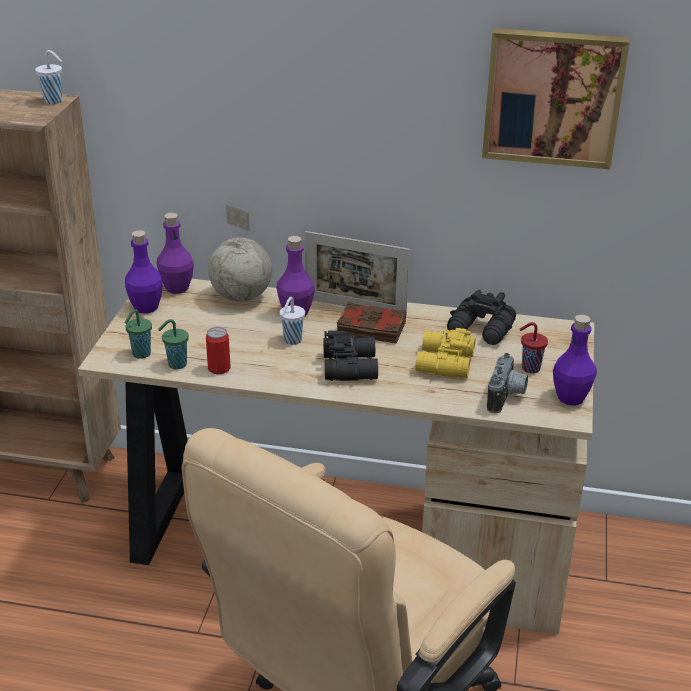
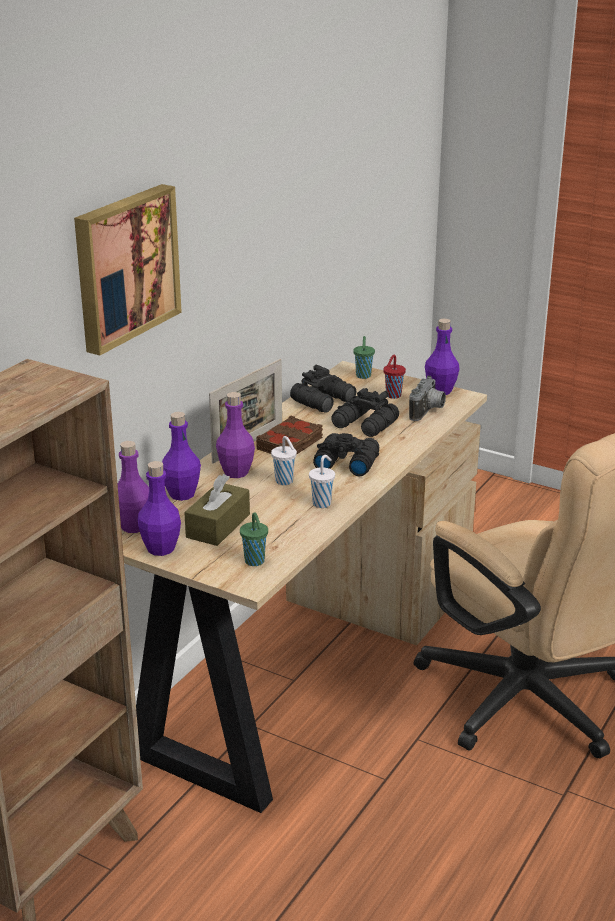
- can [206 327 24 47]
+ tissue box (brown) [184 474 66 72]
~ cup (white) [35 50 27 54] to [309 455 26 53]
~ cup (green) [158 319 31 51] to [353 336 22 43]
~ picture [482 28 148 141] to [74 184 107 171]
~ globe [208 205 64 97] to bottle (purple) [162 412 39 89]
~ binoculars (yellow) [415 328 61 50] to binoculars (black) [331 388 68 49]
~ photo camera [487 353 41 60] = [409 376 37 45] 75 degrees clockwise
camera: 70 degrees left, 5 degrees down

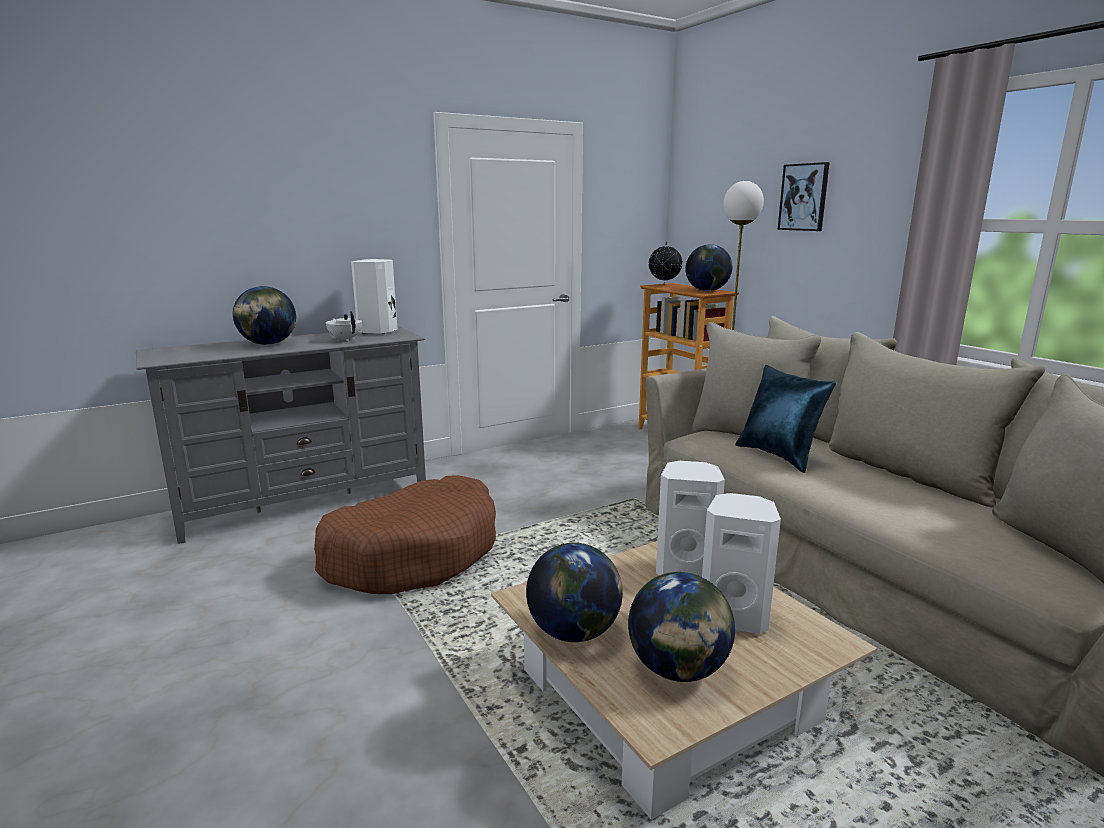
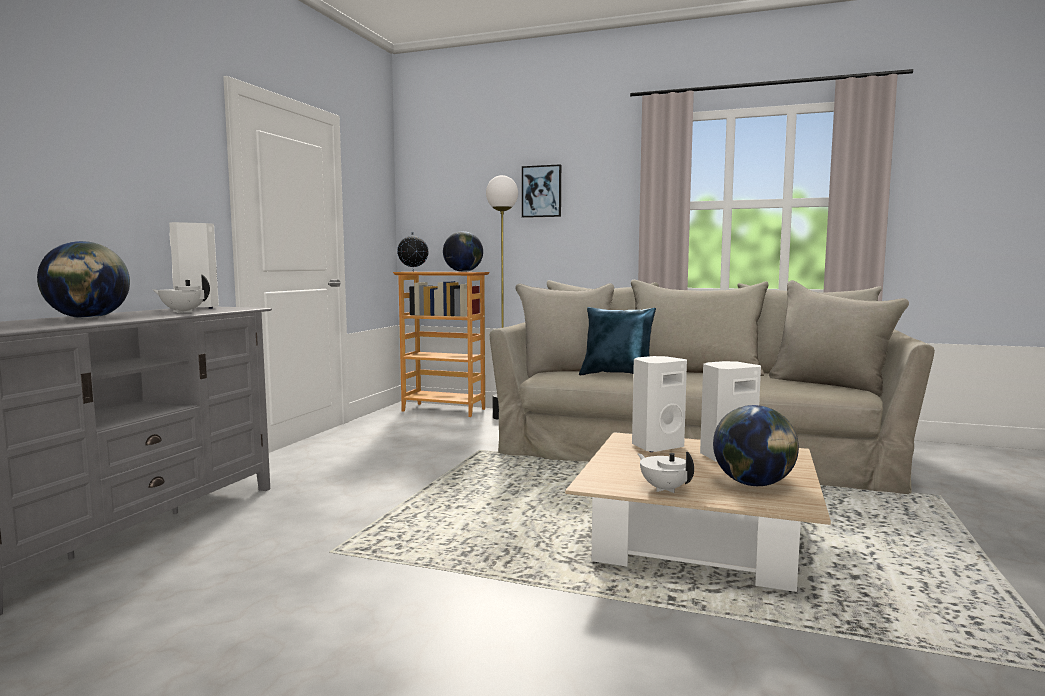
- dog bed (brown) [314 475 182 119]
~ globe [526 543 97 99] to teapot (white) [638 452 56 41]
camera: 40 degrees left, 10 degrees down

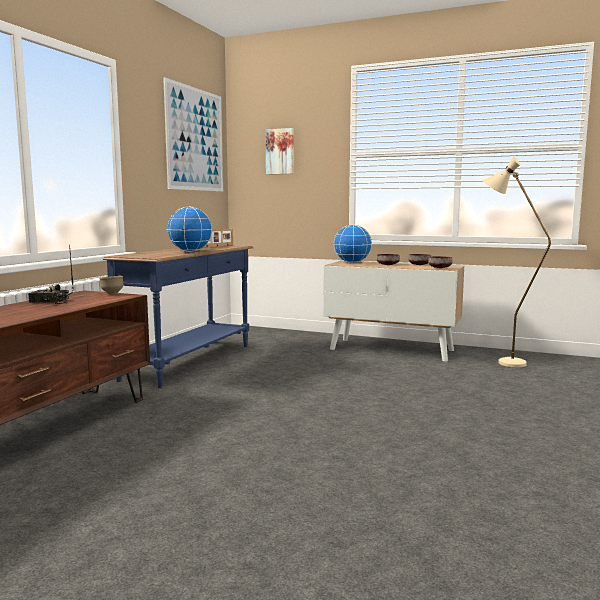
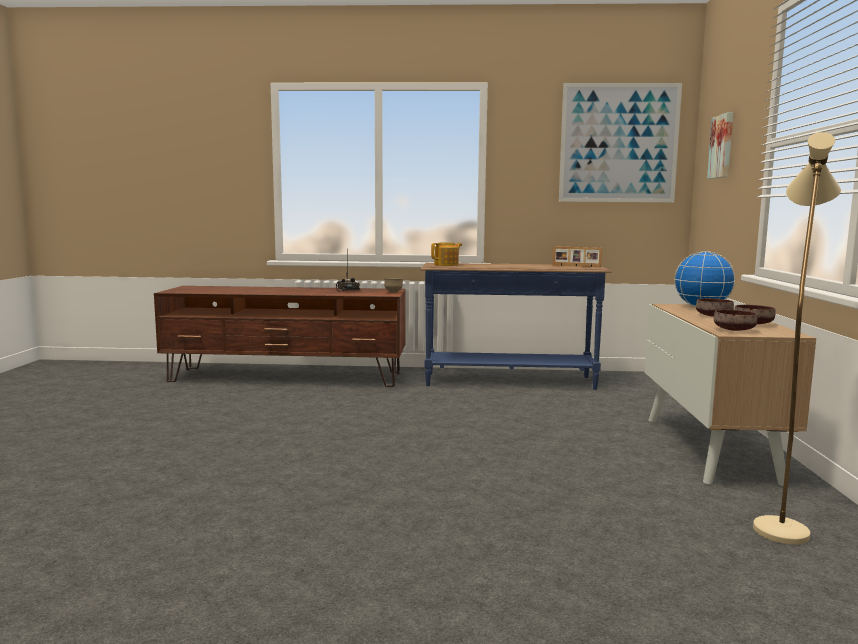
- globe [167 207 45 45]
+ teapot [431 242 31 24]
camera: 70 degrees right, 0 degrees up

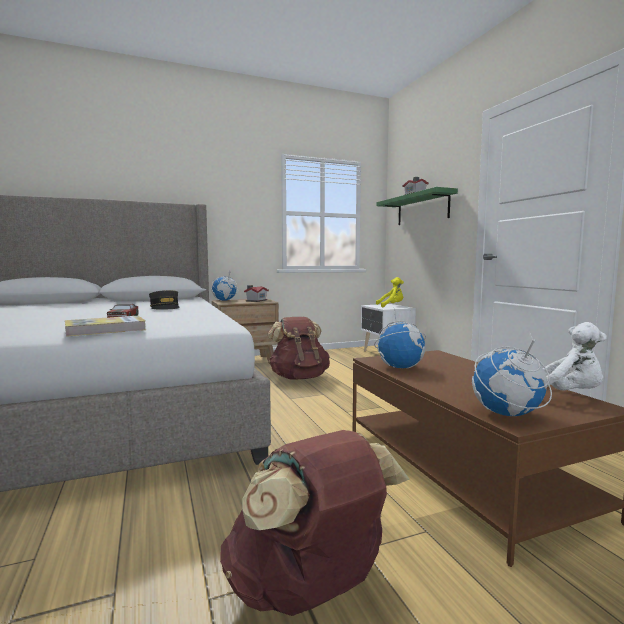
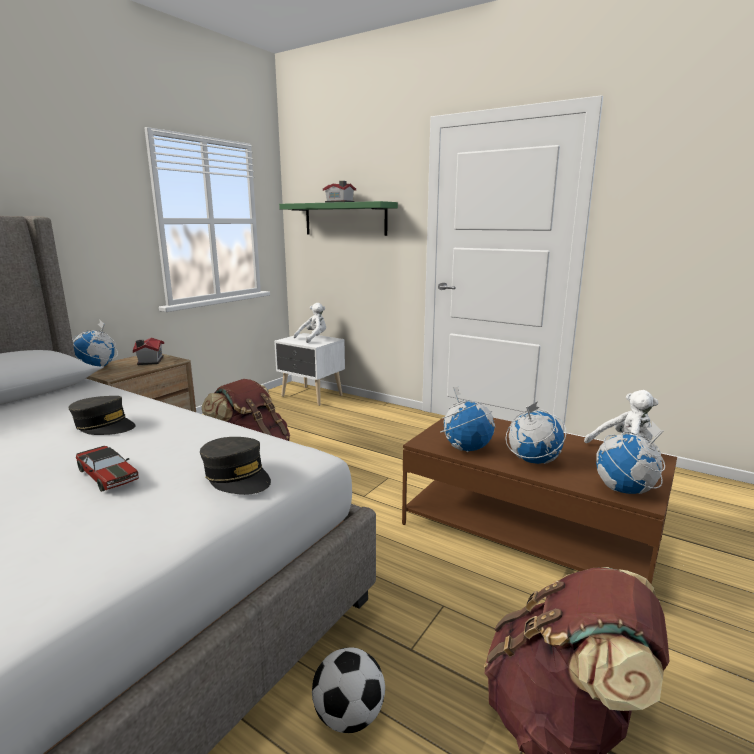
- book [65 316 81 21]
+ cap (grey) [200 437 71 58]
+ football [312 647 73 86]
+ globe [505 401 61 63]
~ plush toy (yellow) [376 277 28 31] to plush toy (white) [293 303 33 40]
camera: 35 degrees left, 10 degrees up

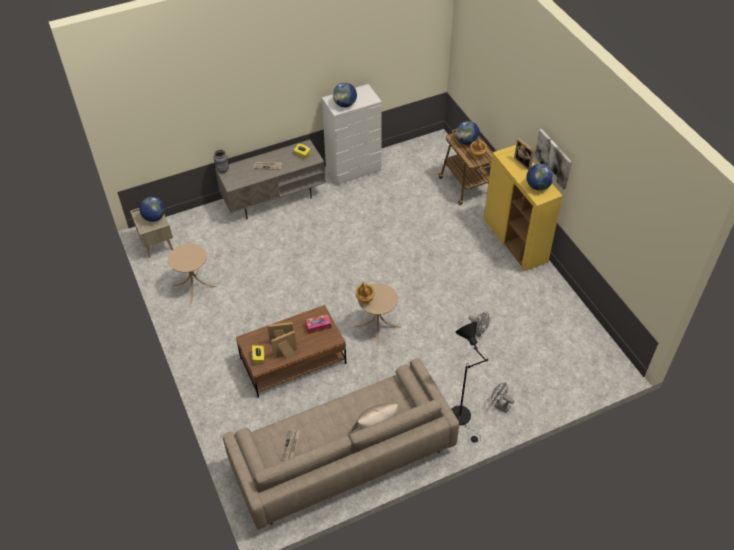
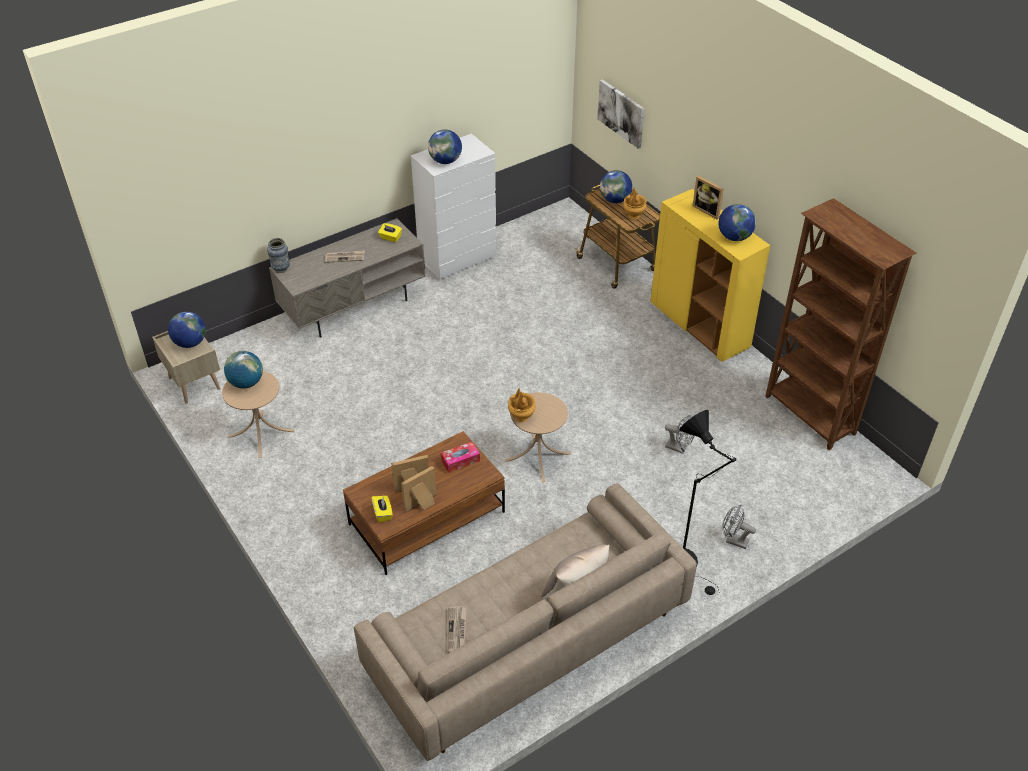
+ globe [224 351 39 38]
+ bookcase (brown) [765 198 151 252]
~ picture [534 129 38 61] to [597 79 48 70]
camera: 10 degrees left, 5 degrees down

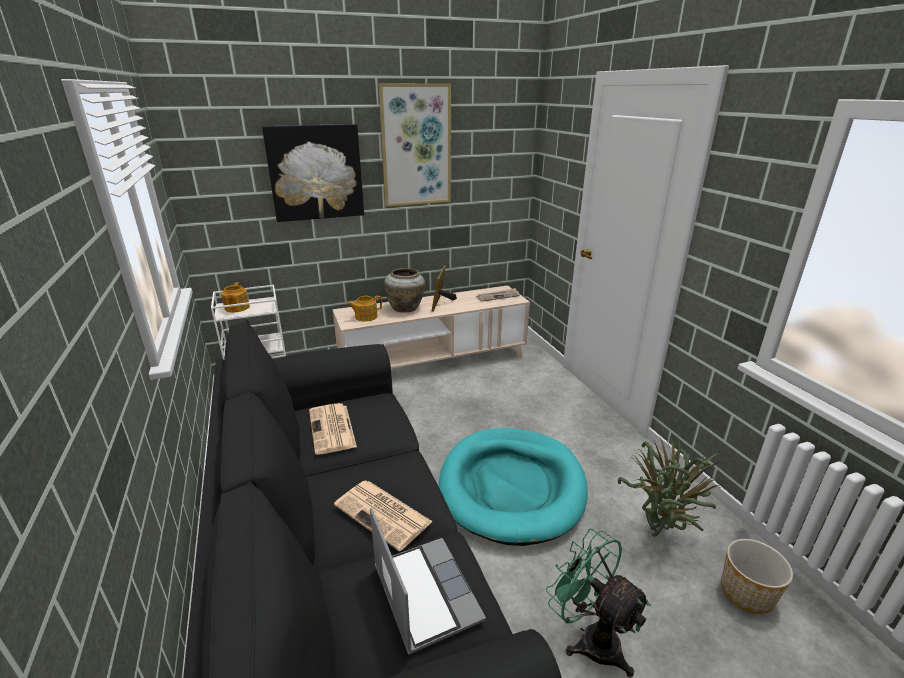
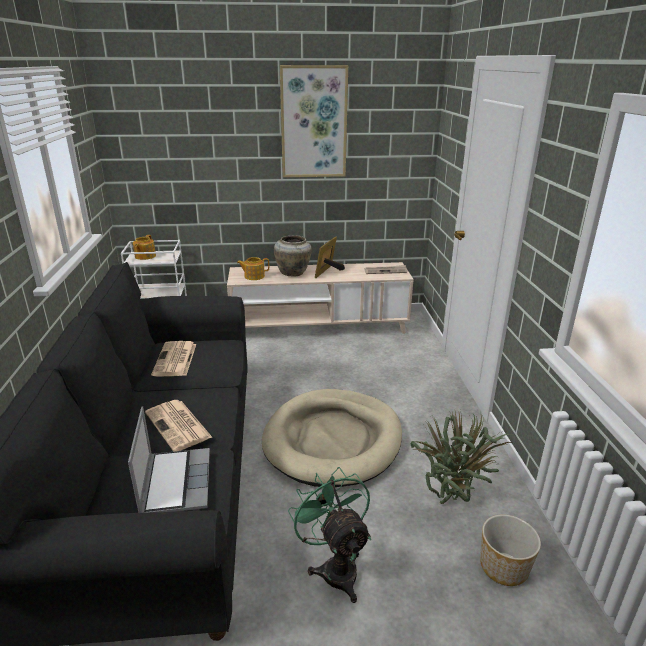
- picture [262 124 102 98]
~ dog bed (turquoise) [439 428 149 118] to dog bed (beige) [262 389 140 98]
camera: 15 degrees right, 0 degrees up

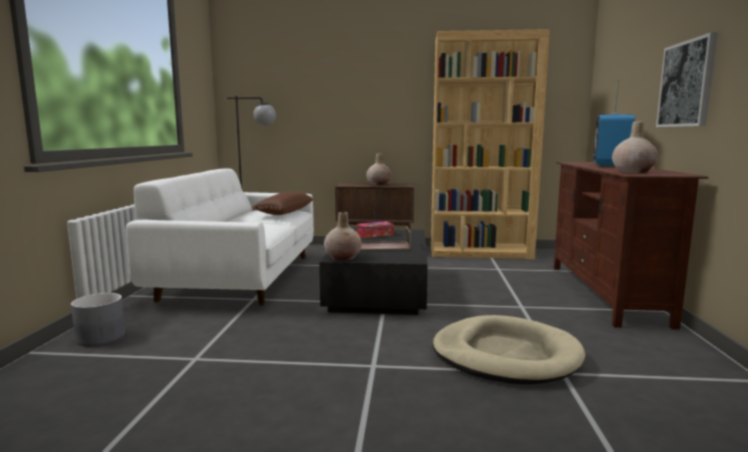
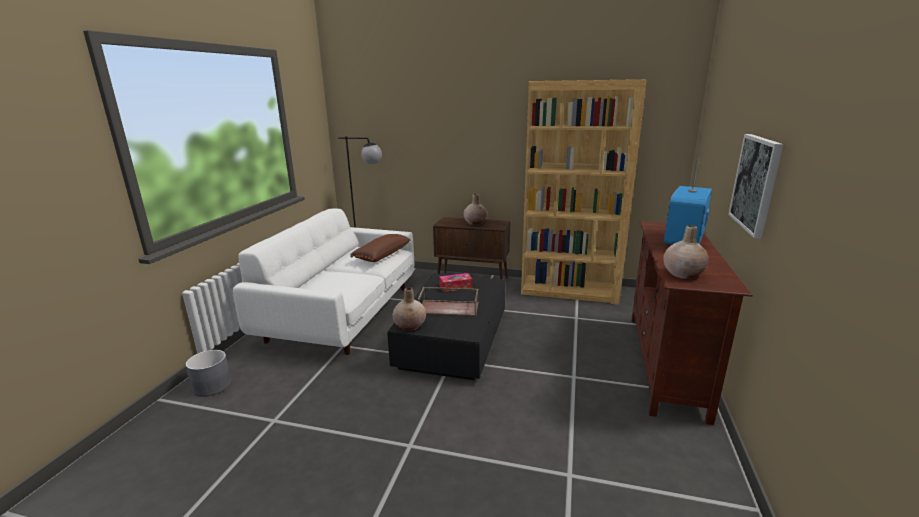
- dog bed (beige) [433 315 153 69]
camera: 10 degrees right, 10 degrees up

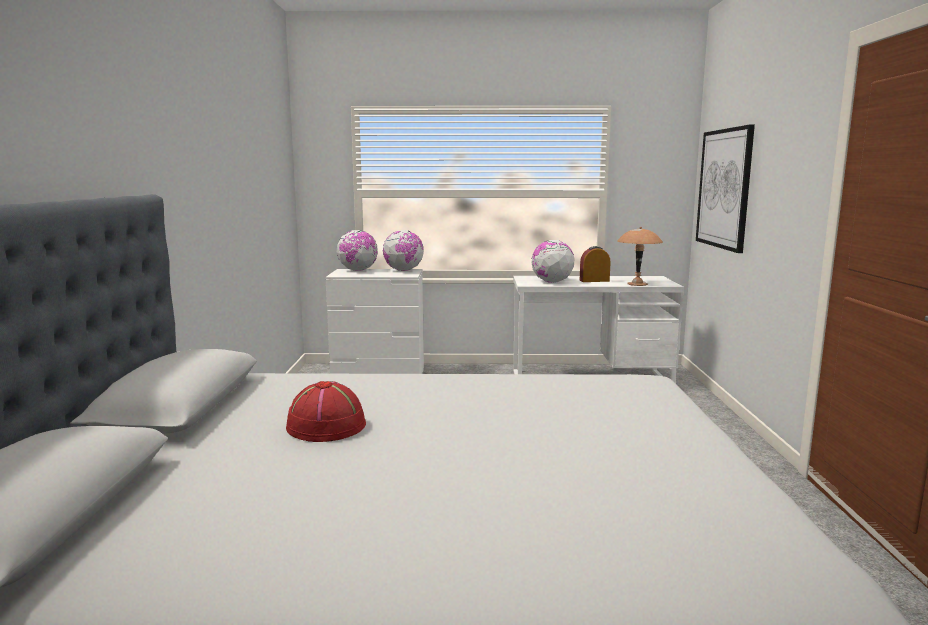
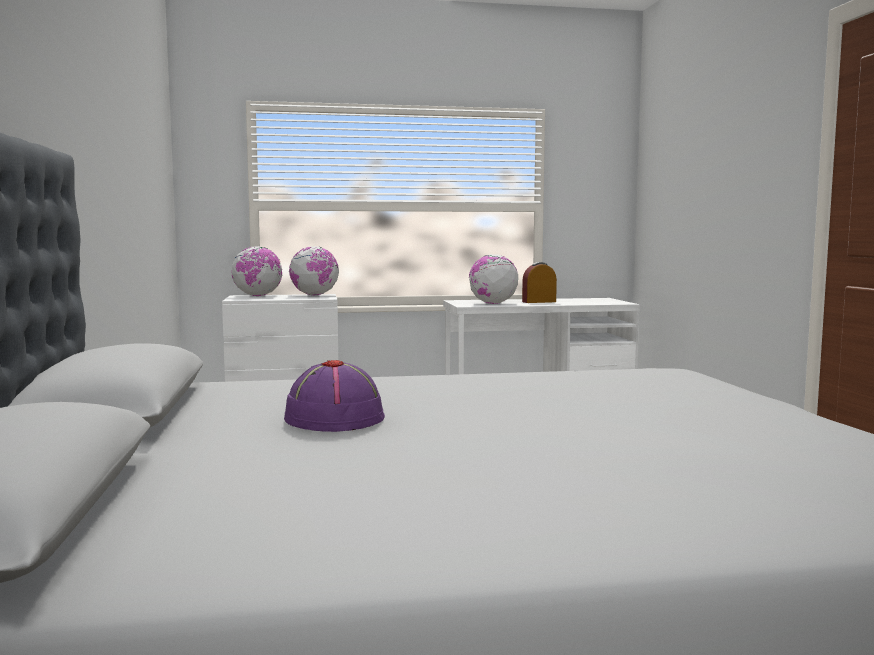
- table lamp (brown) [617 227 46 59]
- picture [696 124 59 129]
~ hat (red) [286 381 80 61] to hat (purple) [284 360 101 72]
camera: 10 degrees left, 5 degrees down

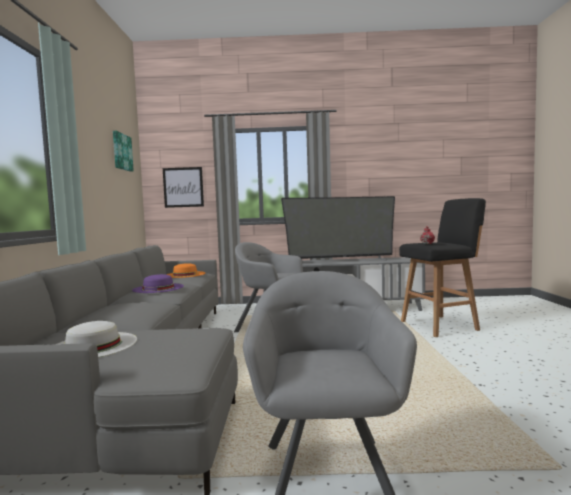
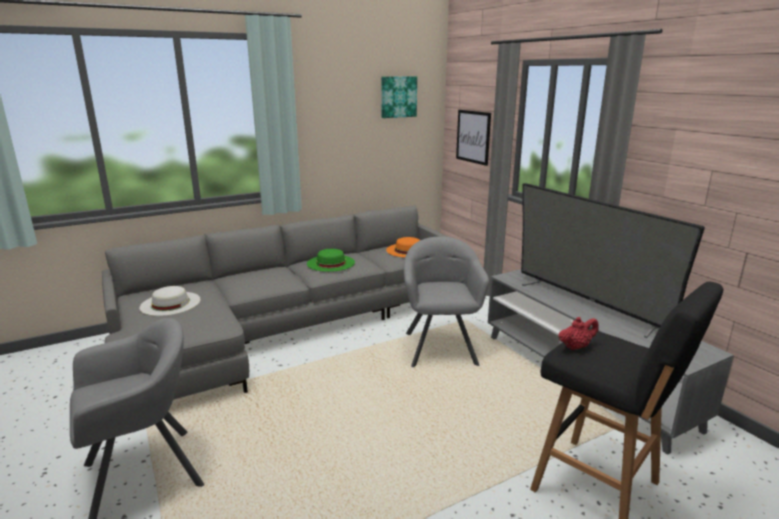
~ hat (purple) [132 274 52 19] to hat (green) [307 249 48 23]
camera: 60 degrees right, 15 degrees up

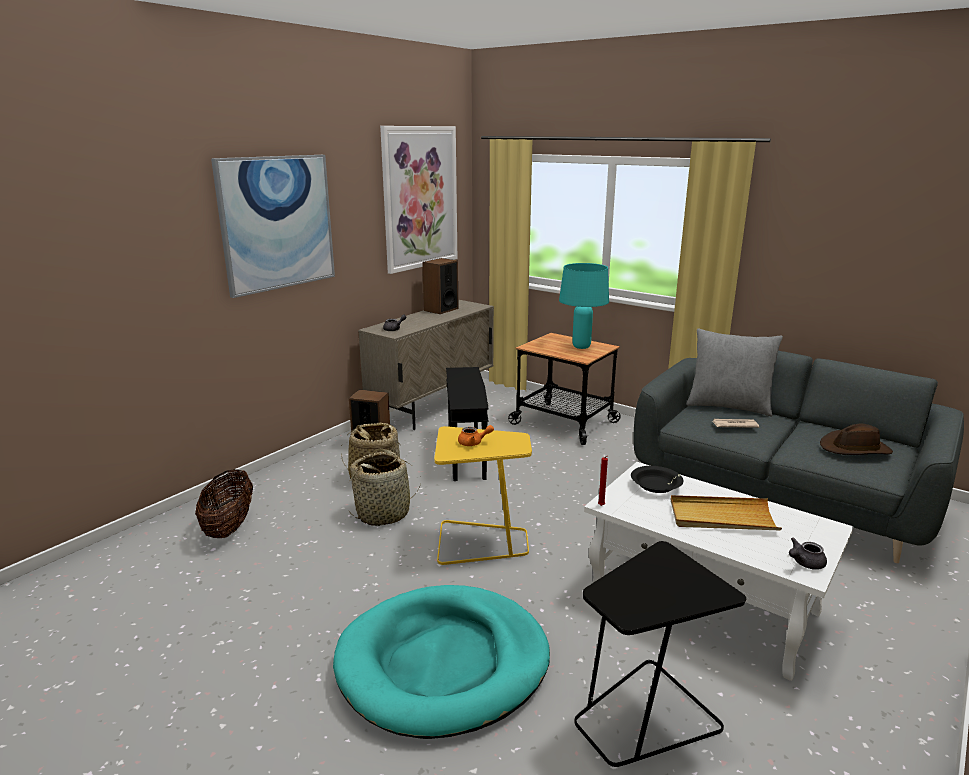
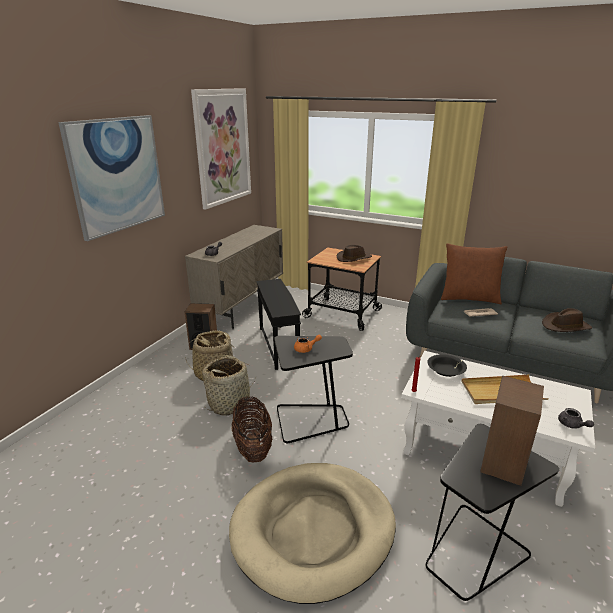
~ basket [195 469 58 69] to [232 396 40 66]
~ speaker [422 258 36 56] to [480 376 64 110]
~ table lamp (turquoise) [559 263 50 86] to hat (brown) [337 245 35 17]
~ dog bed (turquoise) [333 585 217 154] to dog bed (beige) [229 463 167 141]
~ side table (yellow) [434 426 98 139] to side table (black) [274 336 79 107]
~ pillow (grey) [686 329 97 87] to pillow (brown) [441 244 66 60]
~ teapot (grey) [789 538 38 32] = [558 408 36 21] 75 degrees counterclockwise
camera: 10 degrees left, 5 degrees up

